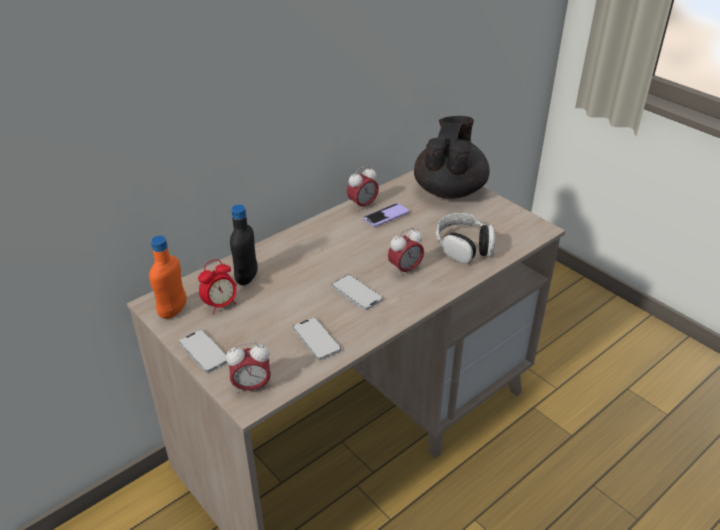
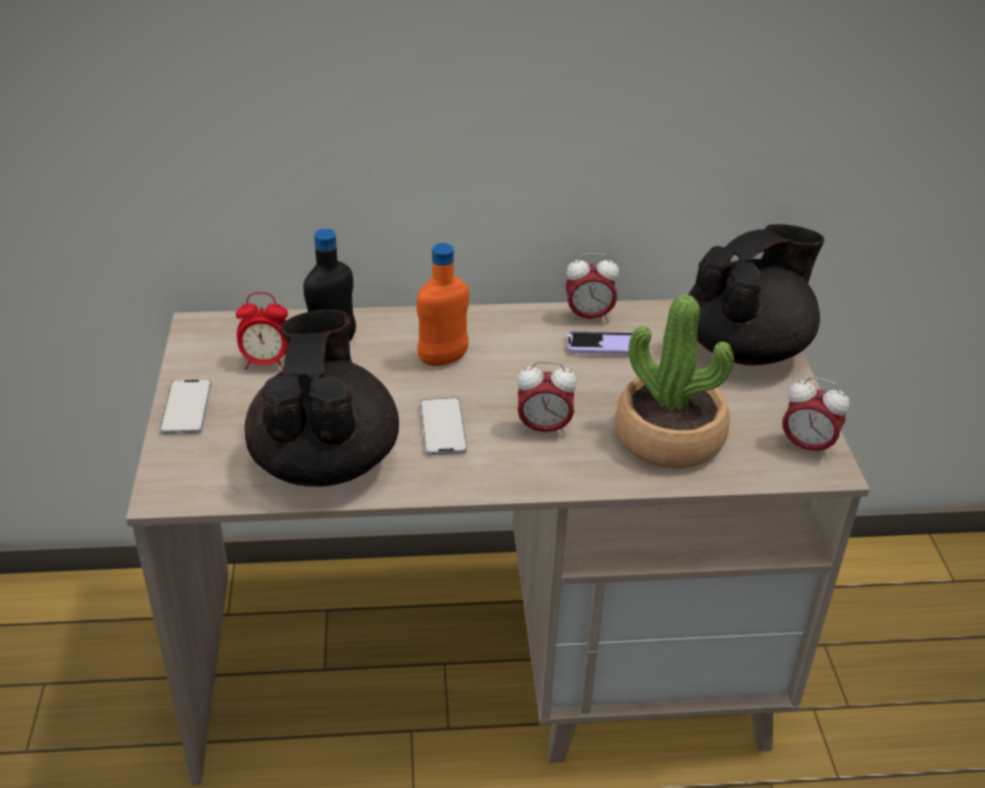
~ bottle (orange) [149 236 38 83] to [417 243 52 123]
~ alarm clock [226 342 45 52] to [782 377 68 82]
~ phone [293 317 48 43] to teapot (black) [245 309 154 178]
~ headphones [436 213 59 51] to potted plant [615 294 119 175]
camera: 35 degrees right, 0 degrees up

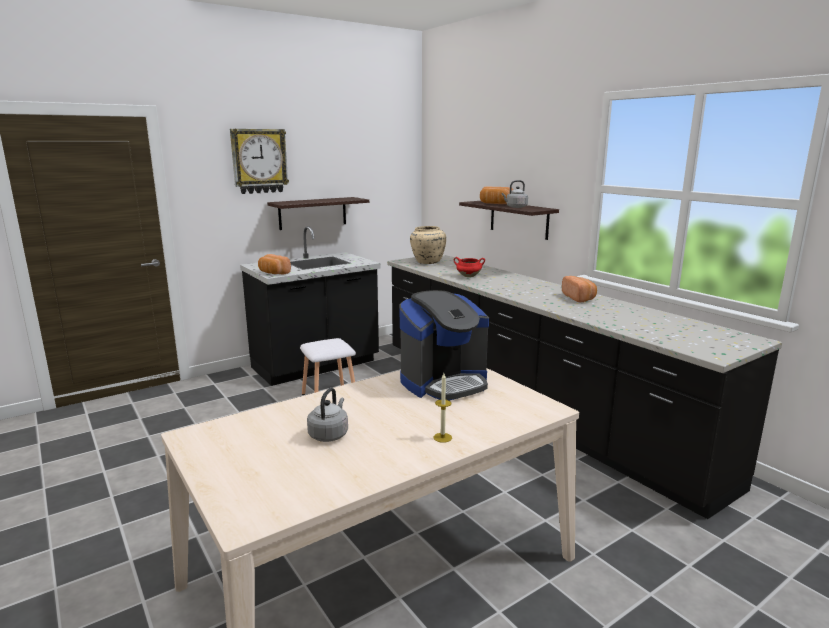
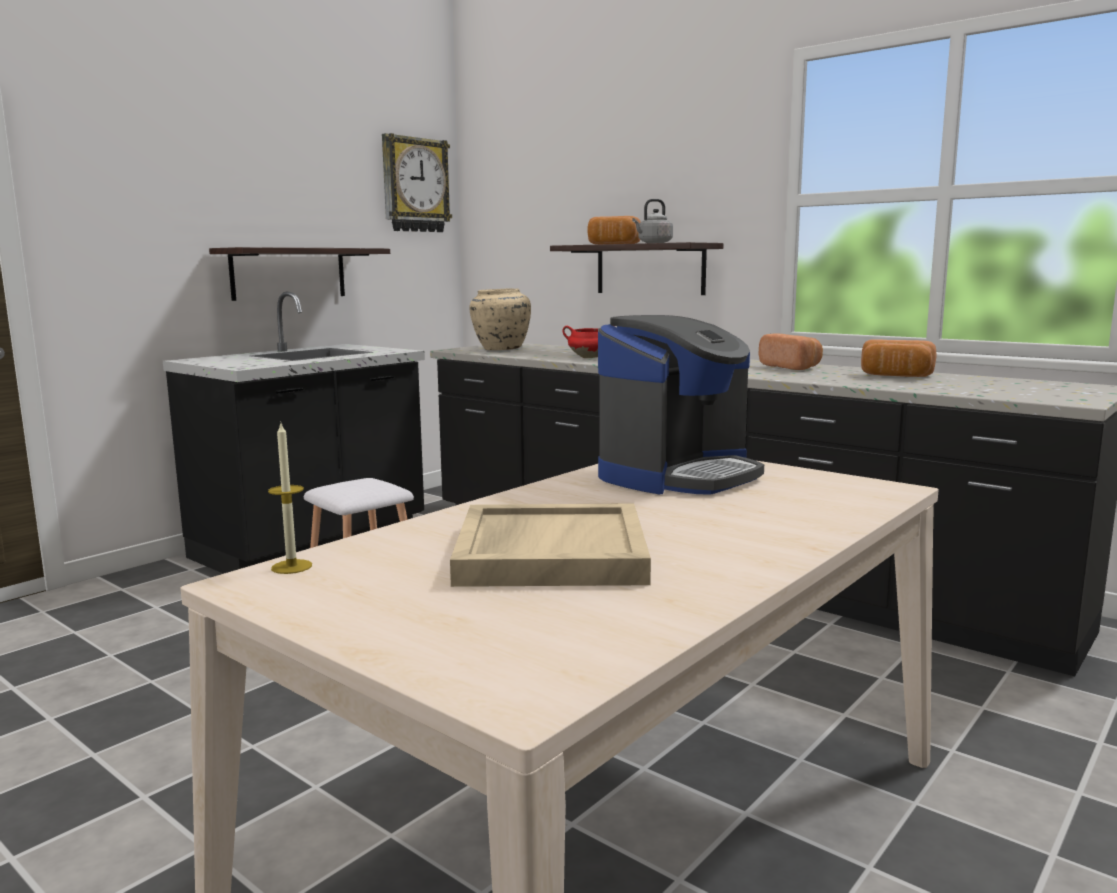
~ wall clock [230 129 59 65] to [382 133 70 99]
~ bread [258 254 33 21] to [861 339 76 38]
~ candle [434 373 18 70] to [268 421 44 153]
~ kettle (grey) [307 388 41 54] to tray (beige) [450 503 201 84]
camera: 15 degrees left, 5 degrees down

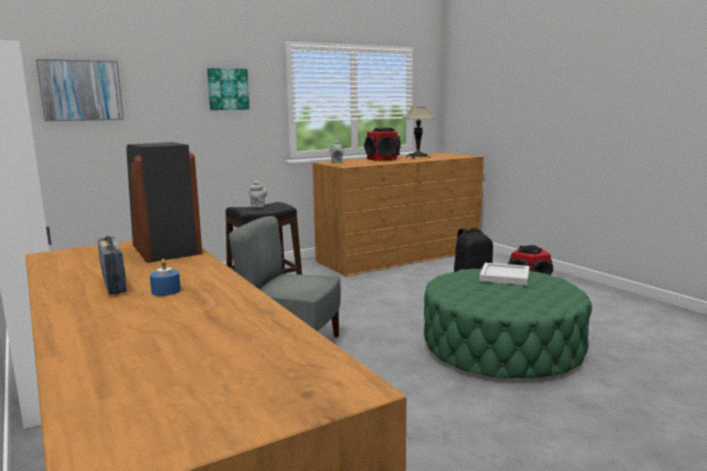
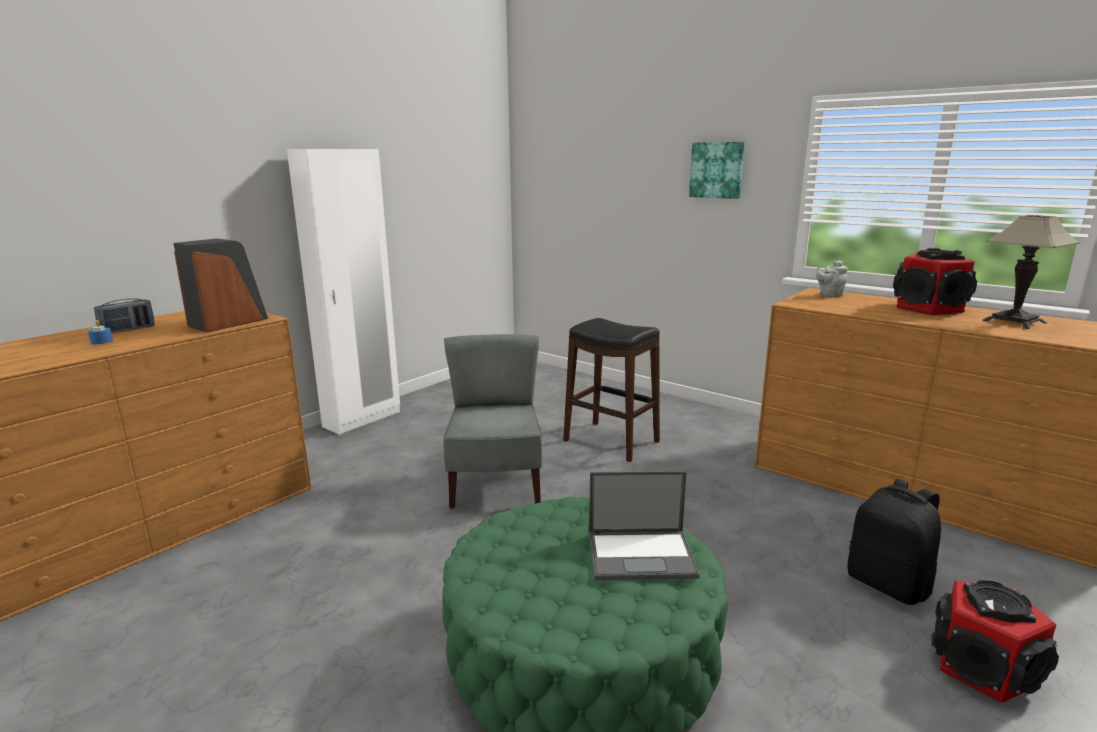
- picture [36 59 88 63]
- teapot (grey) [249 181 18 27]
~ tray (white) [479 263 51 22] to laptop [589 471 111 109]
camera: 70 degrees right, 5 degrees up

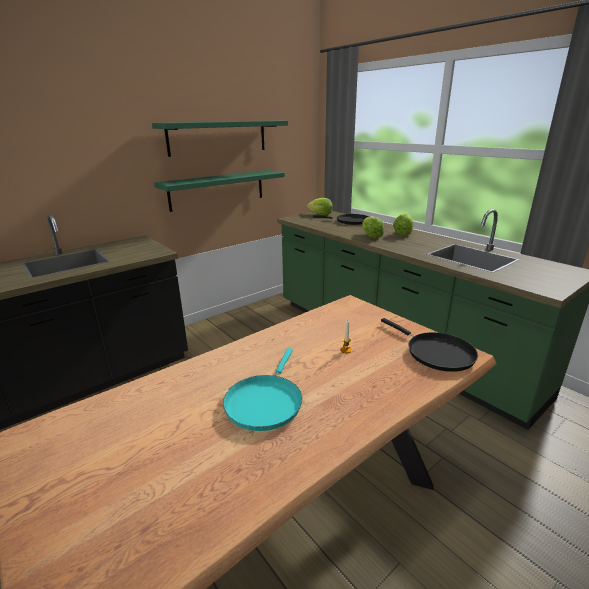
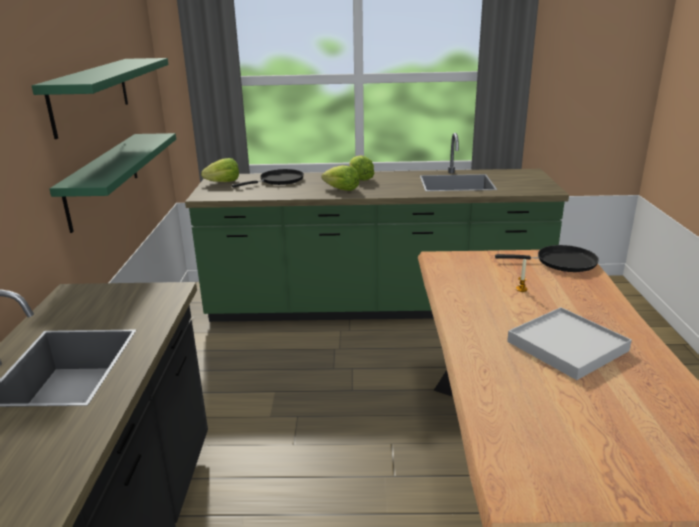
~ frying pan (turquoise) [223 348 79 83] to tray (white) [507 307 125 73]
camera: 50 degrees left, 0 degrees up

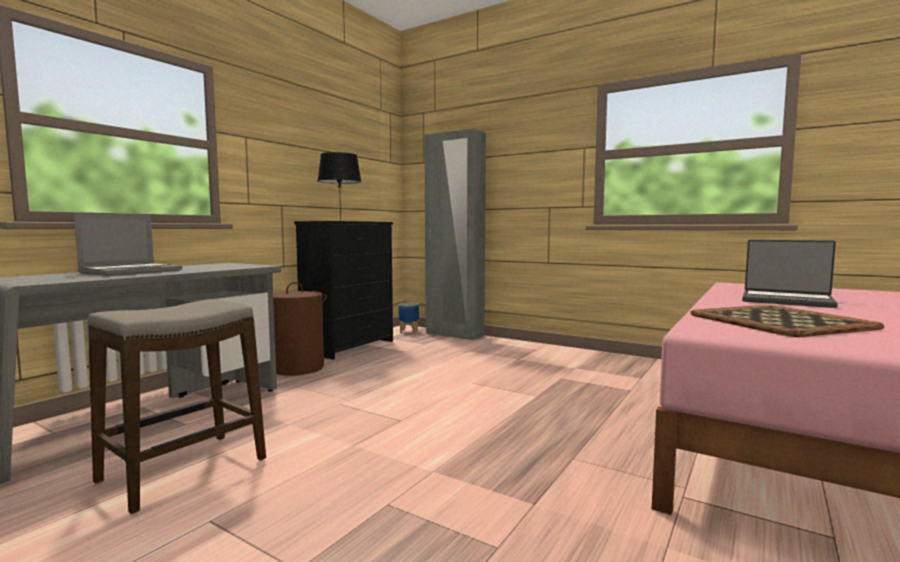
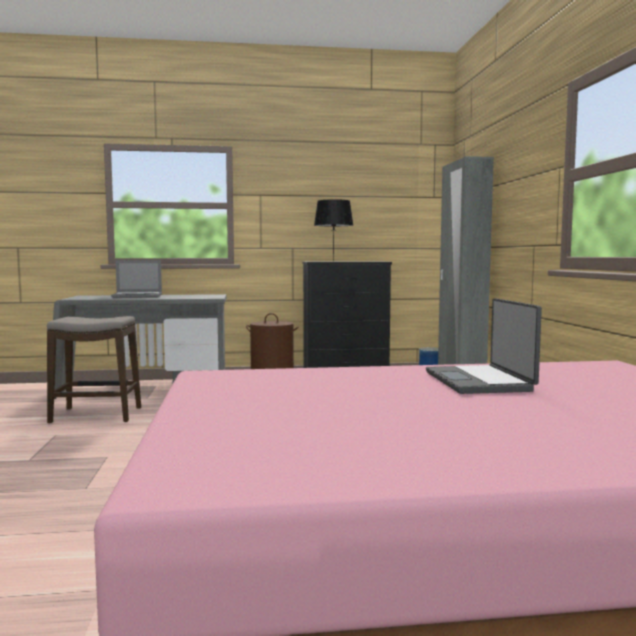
- tray [690 305 194 32]
camera: 50 degrees right, 0 degrees up

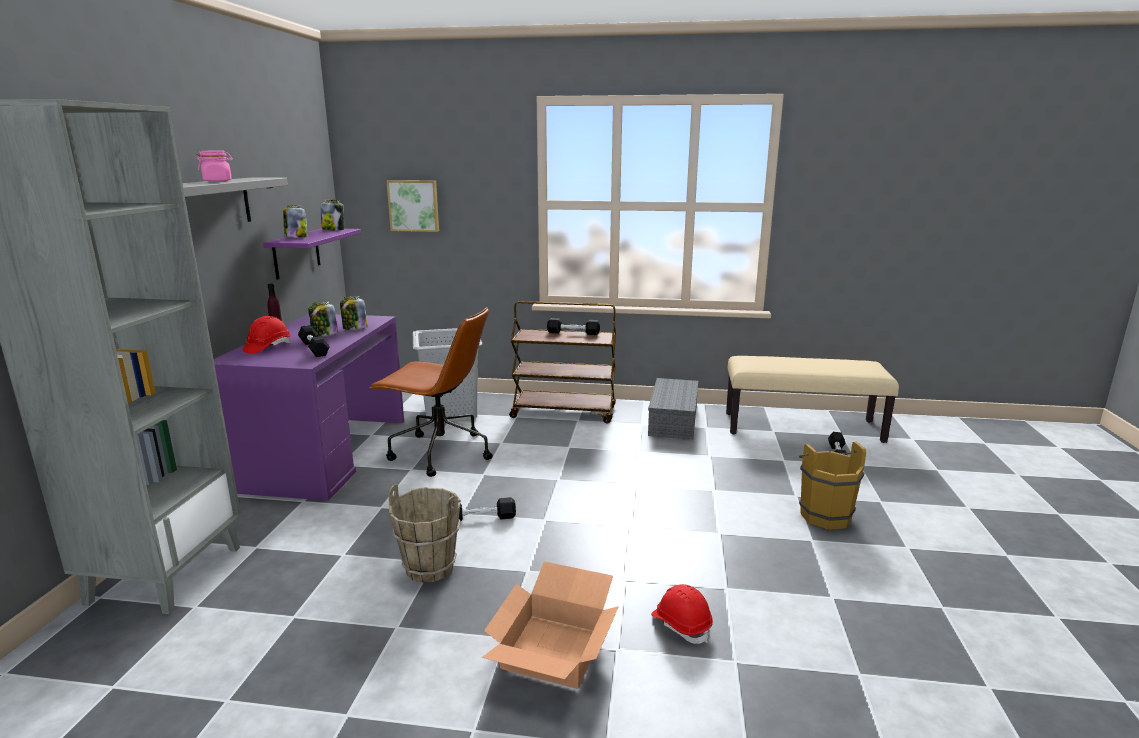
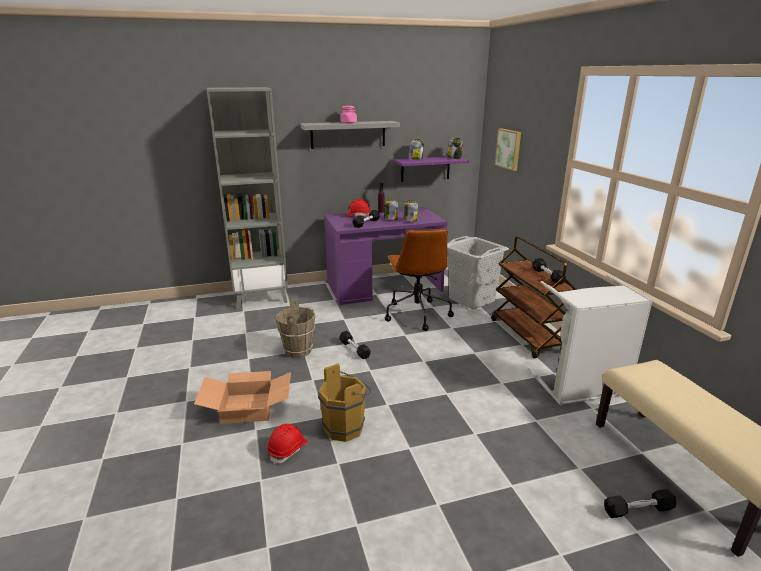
~ bucket (brown) [799 441 67 89] to [318 364 53 78]
~ storage box (grey) [648 378 50 62] to laundry basket (grey) [528 275 125 131]
camera: 65 degrees right, 5 degrees up

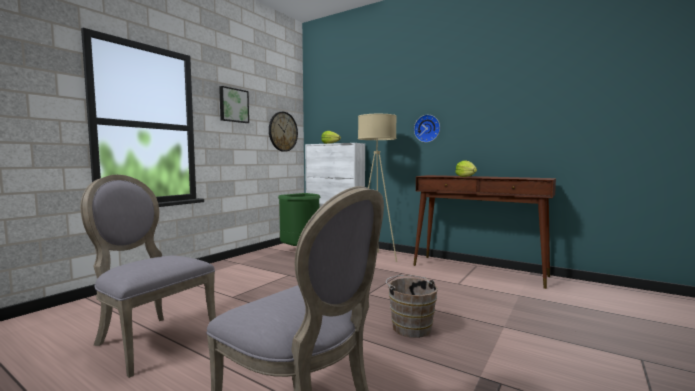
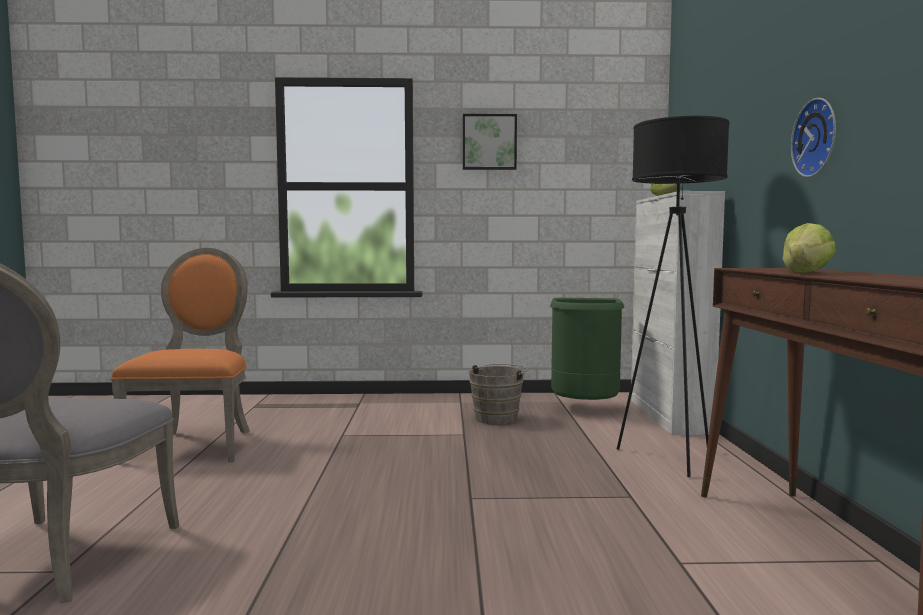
- wall clock [269 112 29 40]
~ bucket (brown) [386 275 52 63] to [469 364 59 61]
~ chair (grey) [80 175 136 203] to chair (orange) [111 248 139 217]
~ floor lamp (beige) [358 114 39 148] to floor lamp (black) [617 116 113 361]
camera: 55 degrees right, 0 degrees up

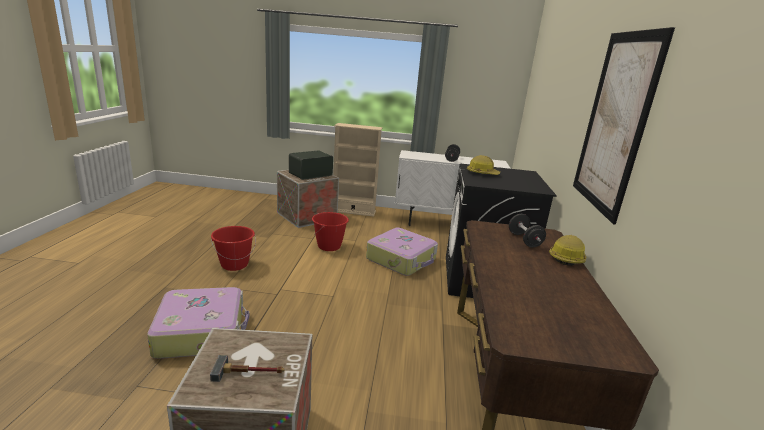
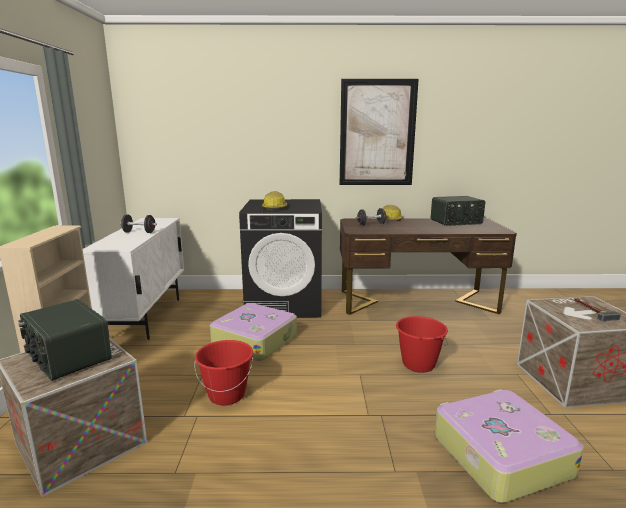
+ radio [431 196 54 30]
~ bucket (red) [211 226 45 45] to [396 316 52 57]
camera: 95 degrees left, 5 degrees down

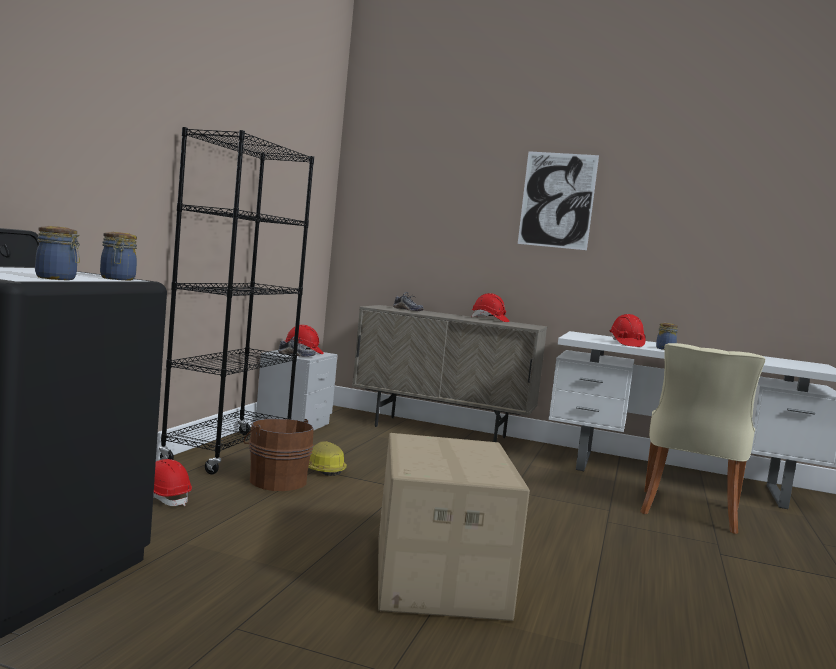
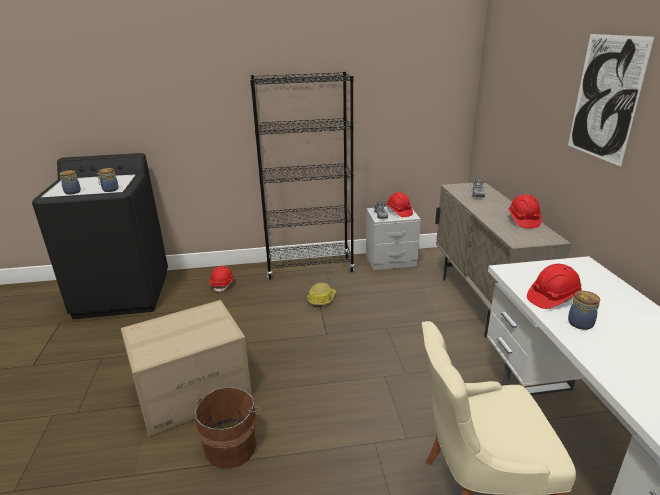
~ bucket (brown) [243 419 71 72] to [195 387 66 81]
camera: 65 degrees right, 20 degrees up

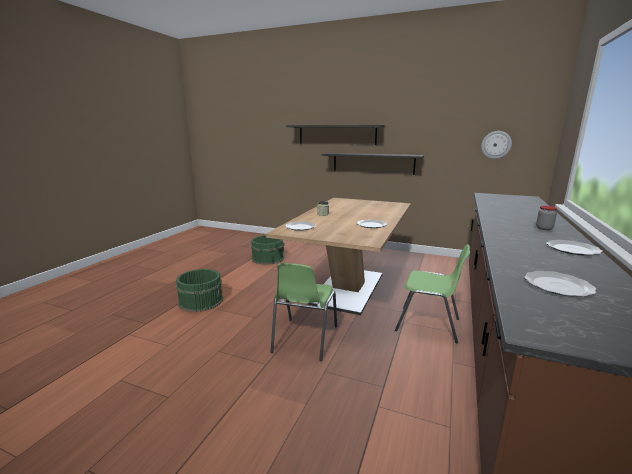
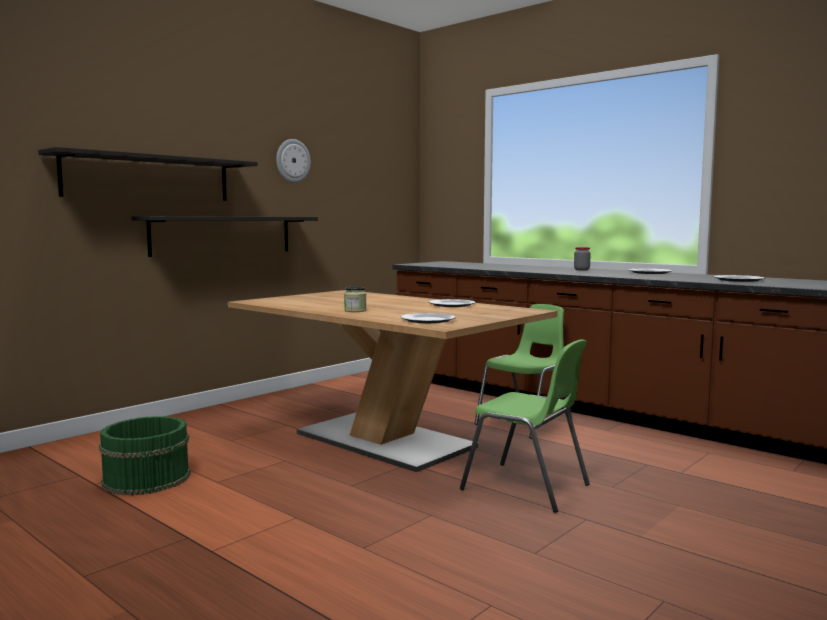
- bucket (green) [176 269 47 43]
~ wall clock [481 131 31 28] to [276 139 35 44]
camera: 70 degrees left, 10 degrees down

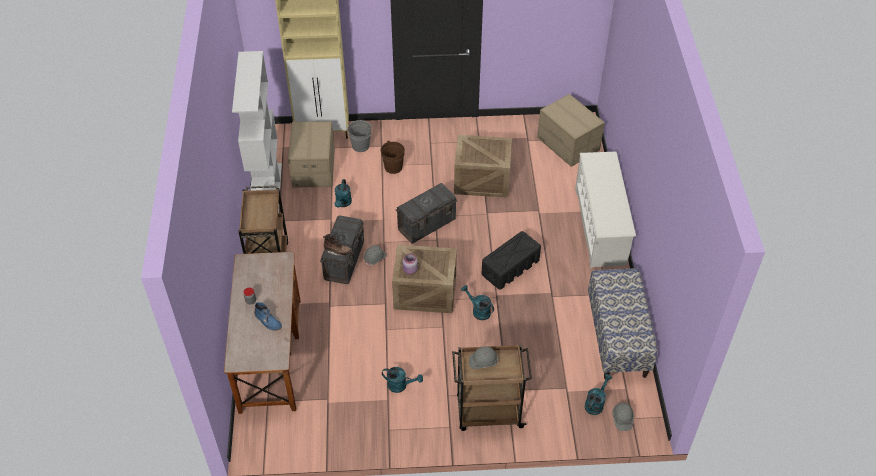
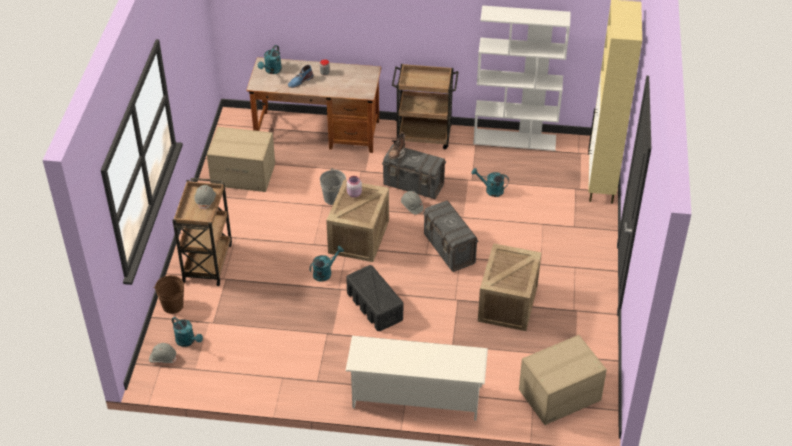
- bench [588 268 70 111]
~ cardboard box [288 121 47 66] to [207 127 68 65]
~ bucket (grey) [347 120 25 32] to [320 168 26 37]
~ bucket (brown) [381 141 24 33] to [153 275 33 39]
~ watering can (turquoise) [382 367 41 26] to [258 45 24 29]
camera: 100 degrees right, 5 degrees down

